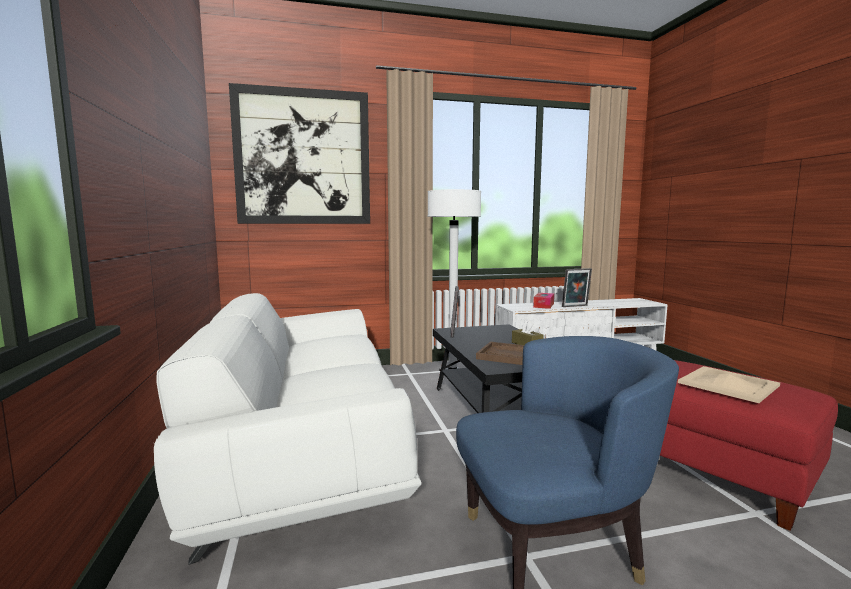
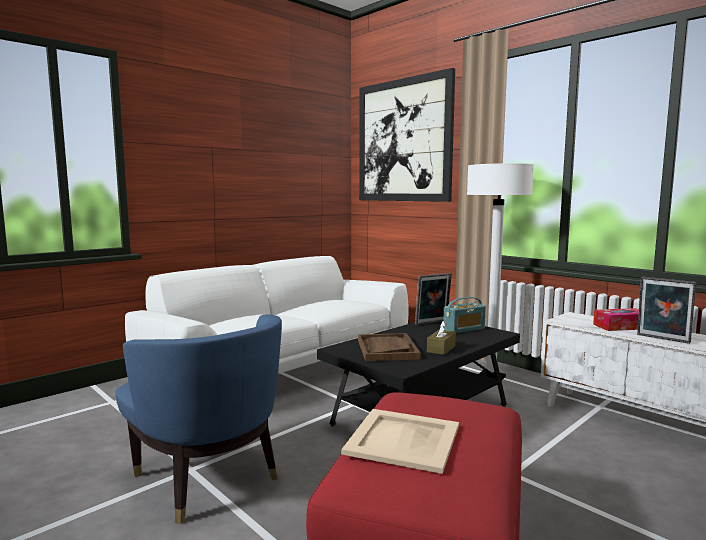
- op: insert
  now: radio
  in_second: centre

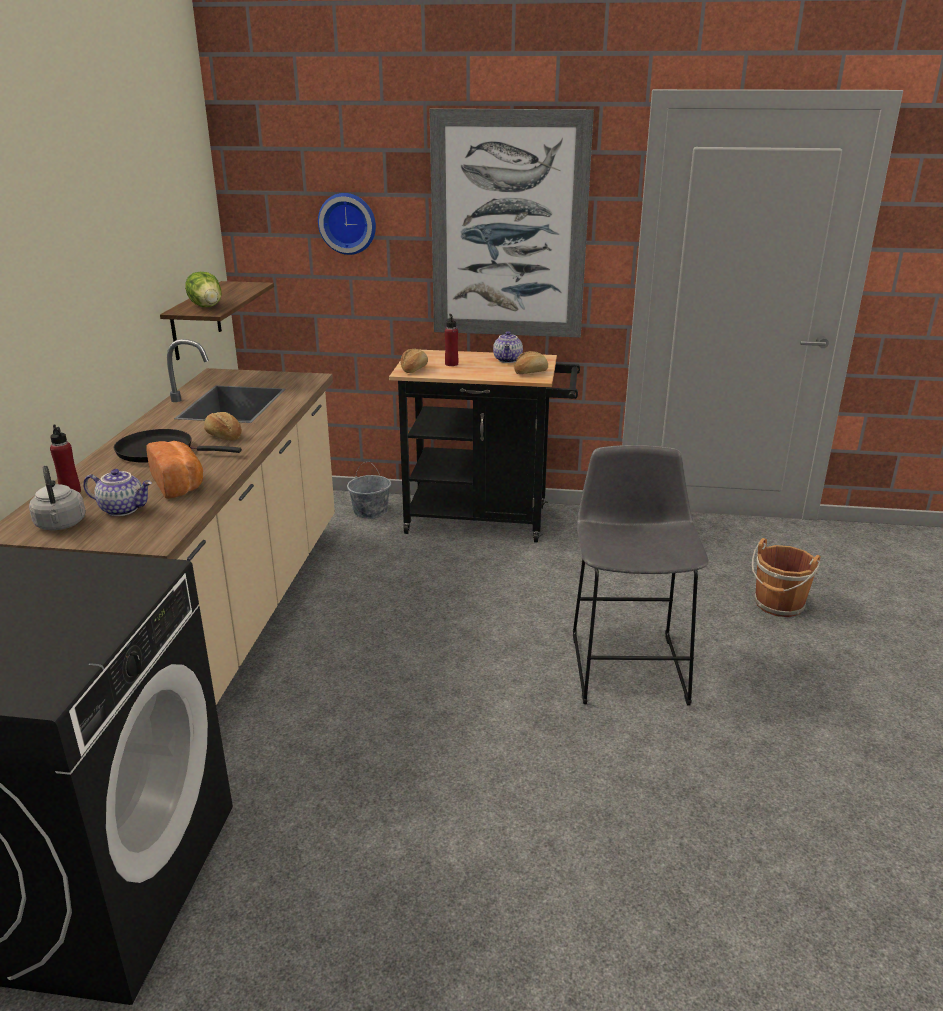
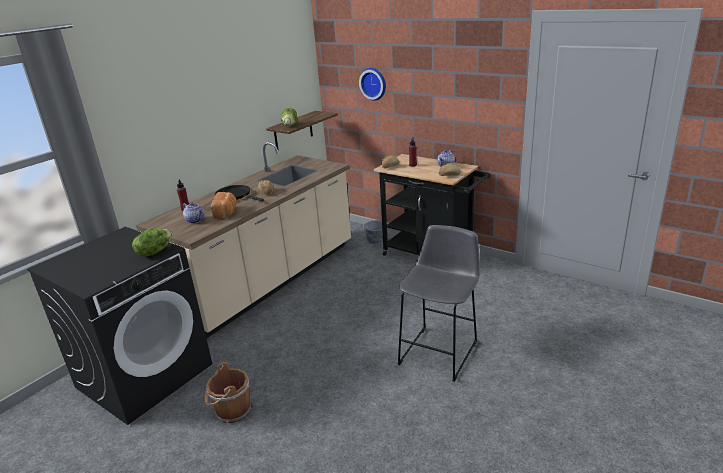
- op: insert
  now: sałata (1st from left)
  in_second: middle left
- op: move
  was: wiadro [brązowy]
  in_first: middle right
  in_second: bottom left
- op: delete
  was: czajnik [szary]
  in_first: middle left
- op: delete
  was: obraz
  in_first: top centre

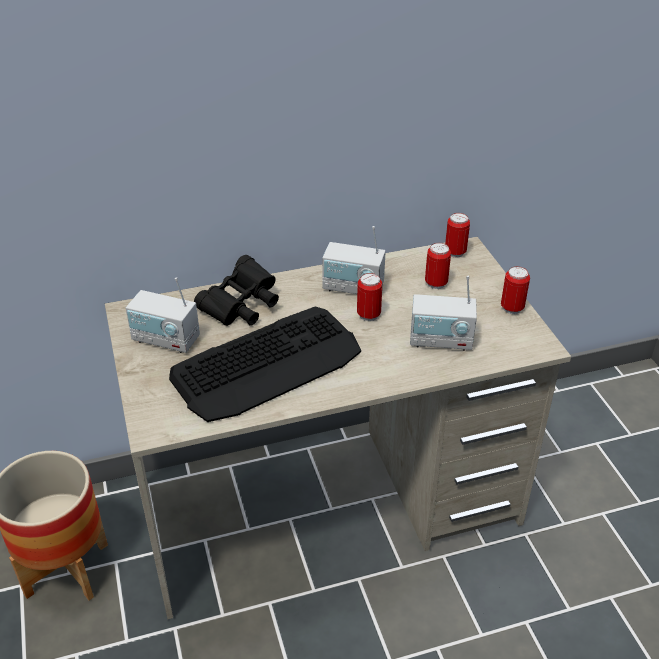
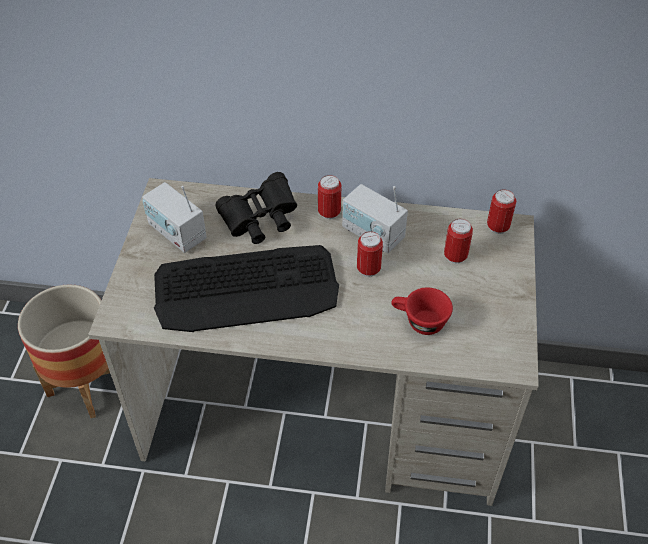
- op: move
  was: puszka (4th from left in the first image)
  now: puszka (1st from left)
  in_first: middle right
  in_second: centre
- op: replace
  was: radio (3rd from left)
  now: filiżanka [czerwony]
  in_first: middle right
  in_second: centre

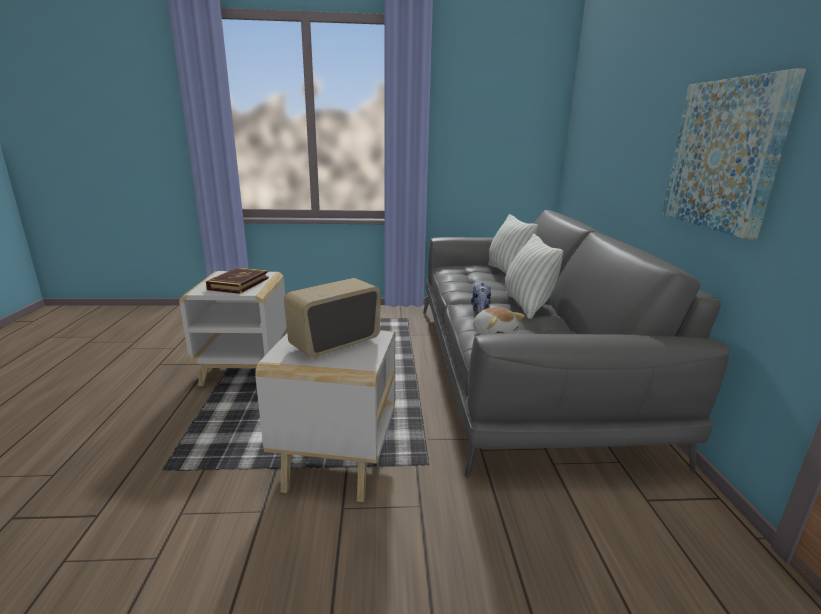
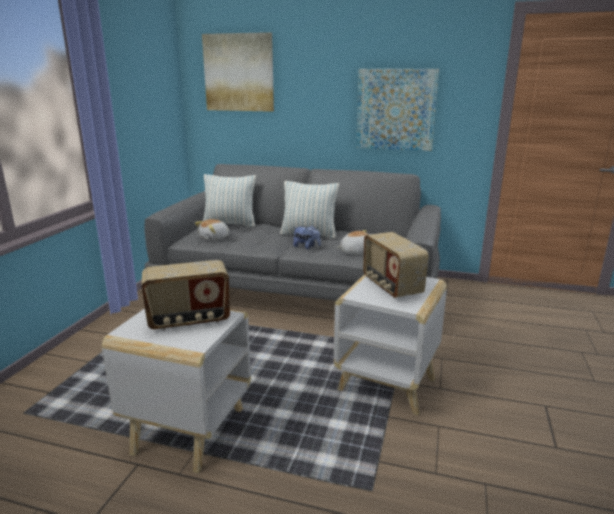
- op: replace
  was: książka
  now: radio (1st from left)
  in_first: middle left
  in_second: middle left
- op: insert
  now: pluszak (1st from left)
  in_second: centre
- op: insert
  now: obraz (1st from left)
  in_second: top centre

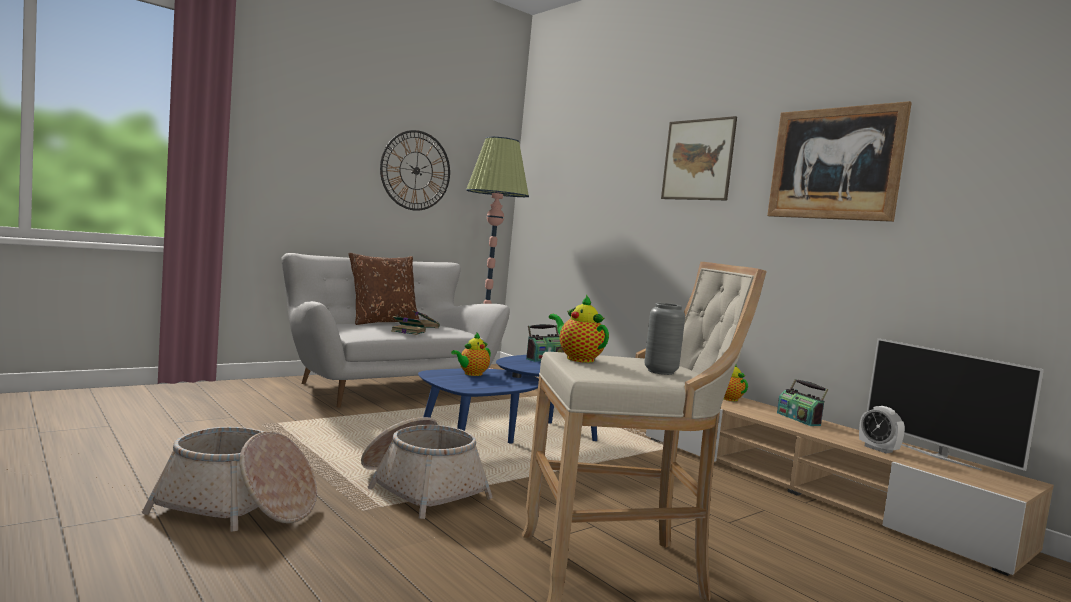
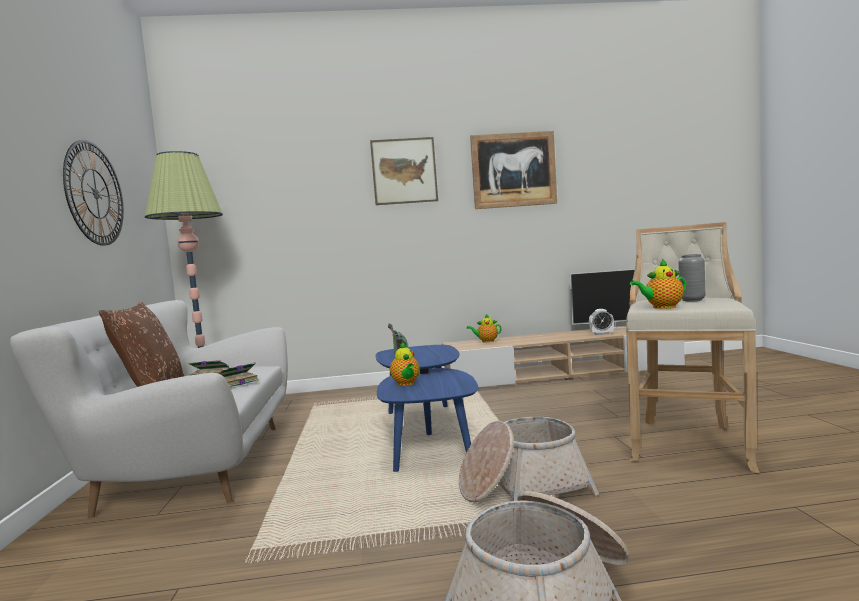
- op: delete
  was: radio (2nd from left)
  in_first: bottom right

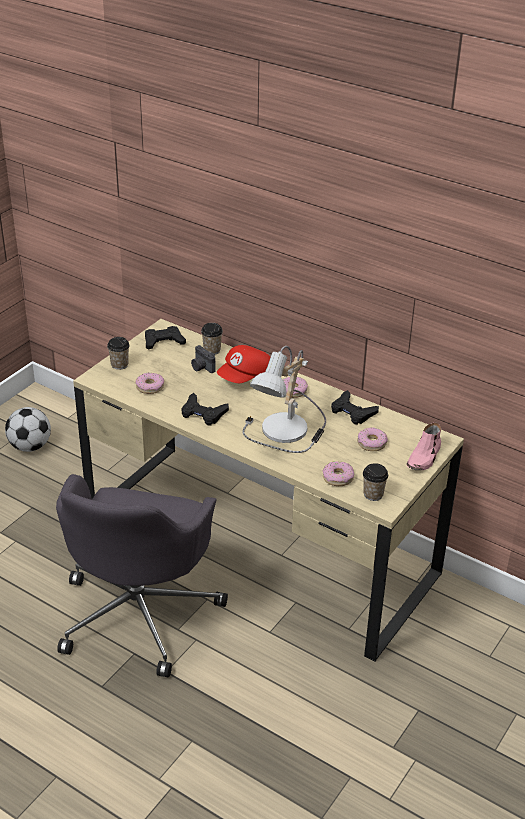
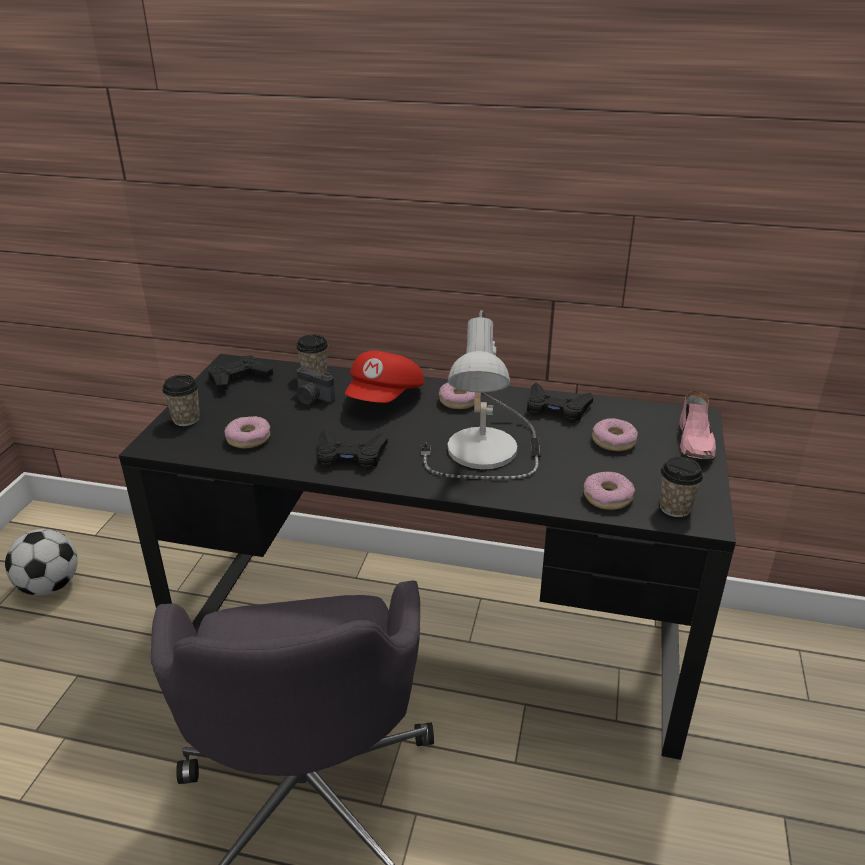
- op: recolor
  was: biurko [beżowy]
  now: biurko [czarny]
  in_first: centre
  in_second: centre

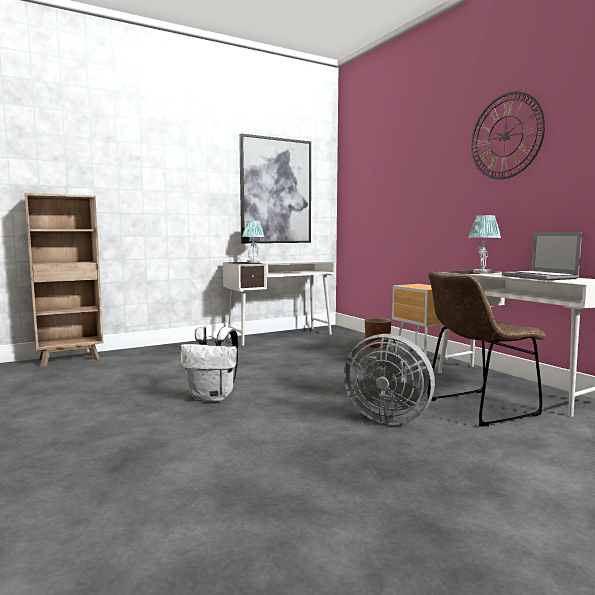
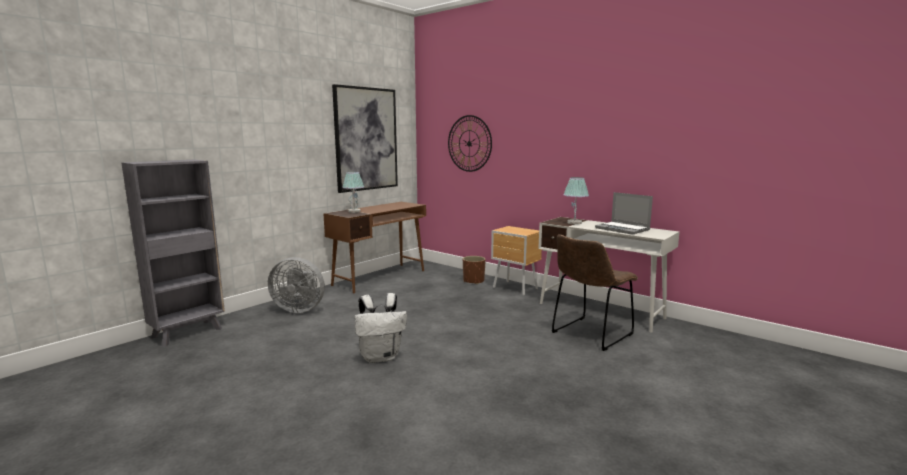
- op: recolor
  was: regał [brązowy]
  now: regał [szary]
  in_first: middle left
  in_second: middle left
- op: move
  was: wentylator [szary]
  in_first: centre
  in_second: middle left
- op: recolor
  was: biurko [biały] (1st from left)
  now: biurko [brązowy]
  in_first: centre
  in_second: centre
- op: move
  was: zegar ścienny
  in_first: top right
  in_second: top centre

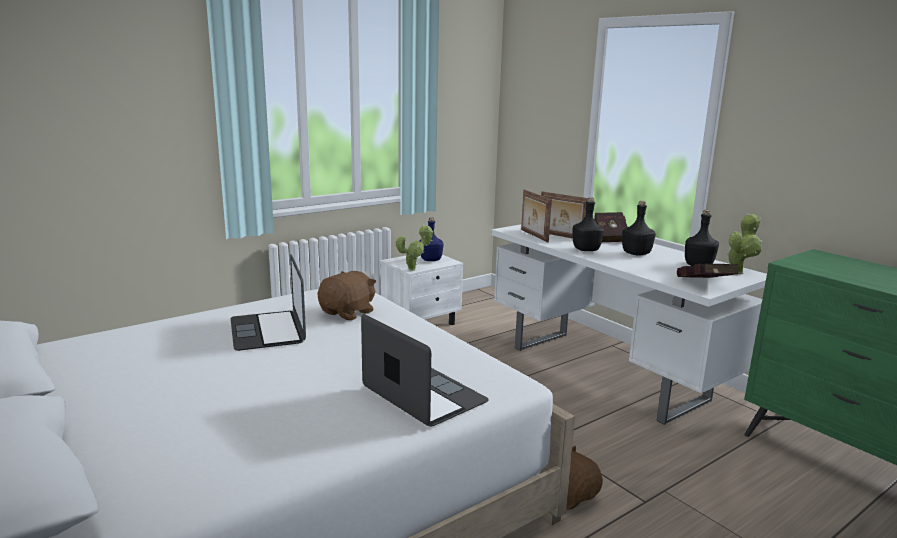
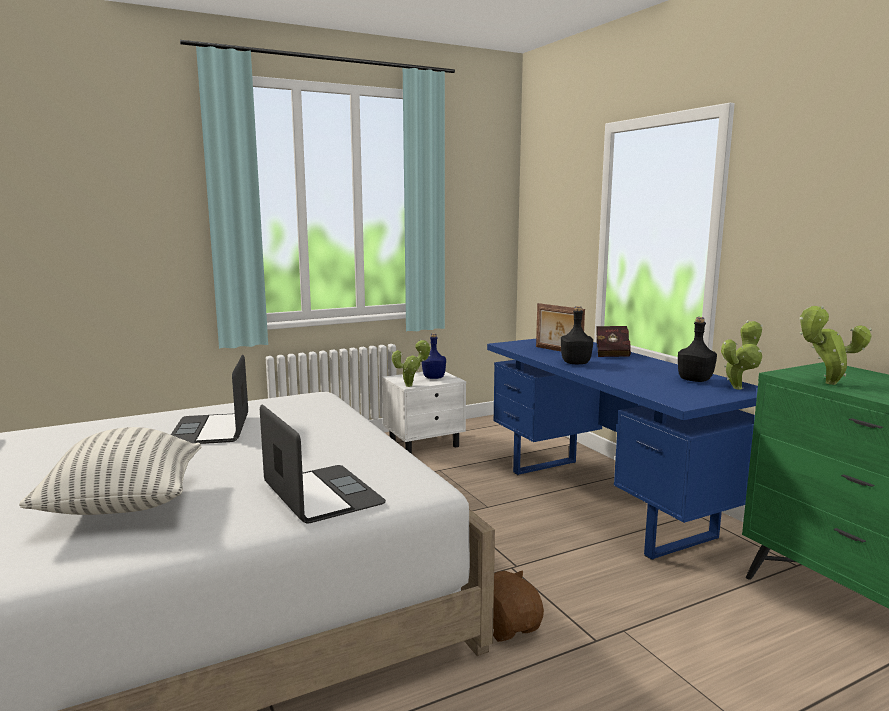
- op: insert
  now: poduszka
  in_second: middle left
- op: recolor
  was: biurko [biały]
  now: biurko [niebieski]
  in_first: middle right
  in_second: middle right
- op: insert
  now: roślina doniczkowa (3rd from left)
  in_second: middle right
- op: delete
  was: pluszak [brązowy] (1st from left)
  in_first: centre
- op: delete
  was: ramka na zdjęcie (1st from left)
  in_first: centre
- op: delete
  was: butelka [czarny] (2nd from left)
  in_first: middle right
- op: delete
  was: książka [czerwony] (2nd from left)
  in_first: middle right

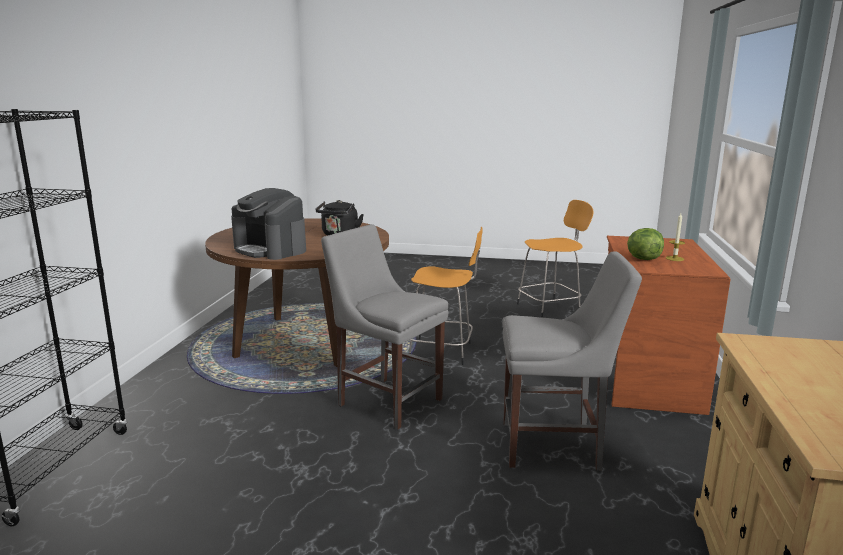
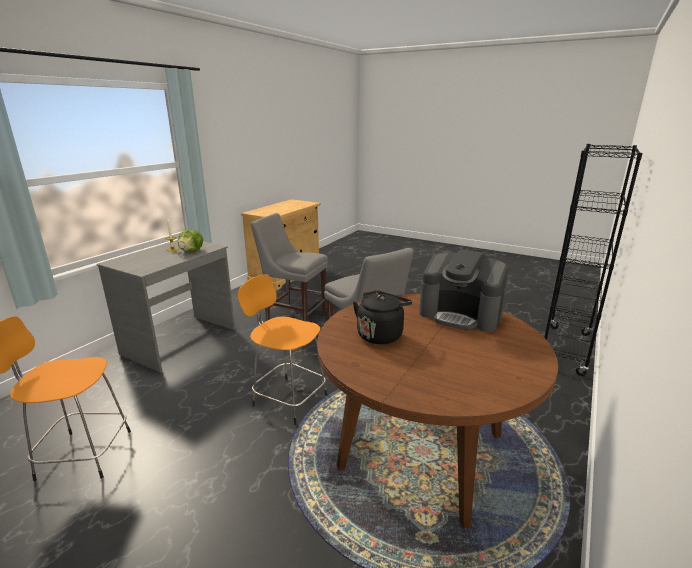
- op: recolor
  was: biurko [brązowy]
  now: biurko [szary]
  in_first: middle right
  in_second: middle left
- op: rotate
  was: ekspres do kawy
  in_first: middle left
  in_second: middle right
  clockwise: 150

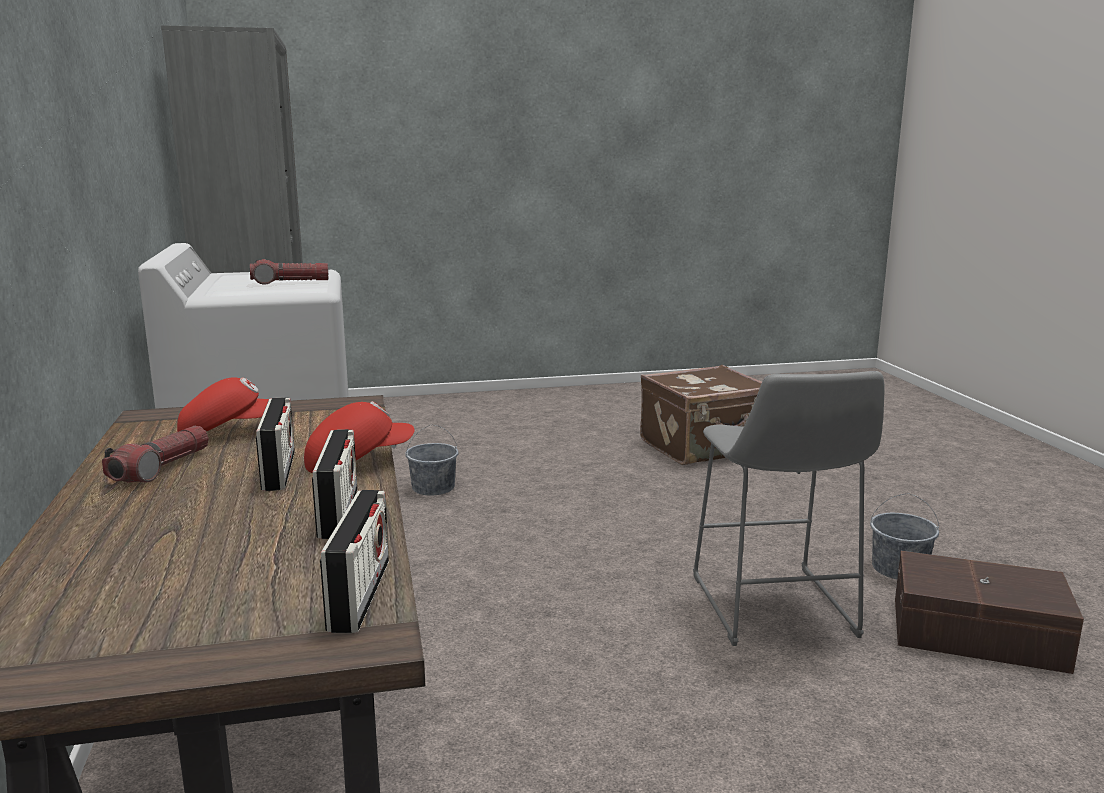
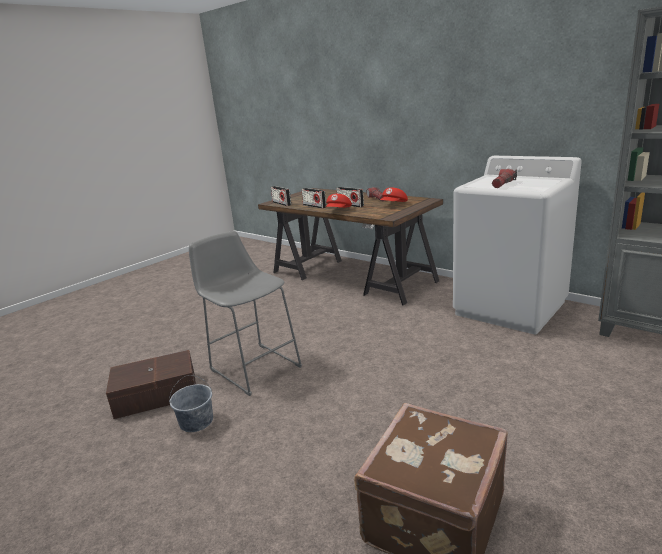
- op: delete
  was: wiadro [szary] (1st from left)
  in_first: centre

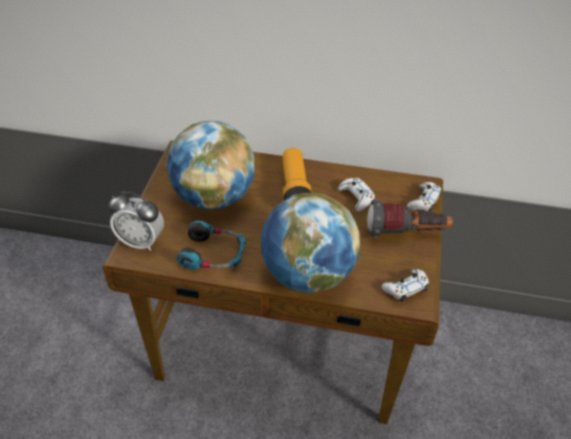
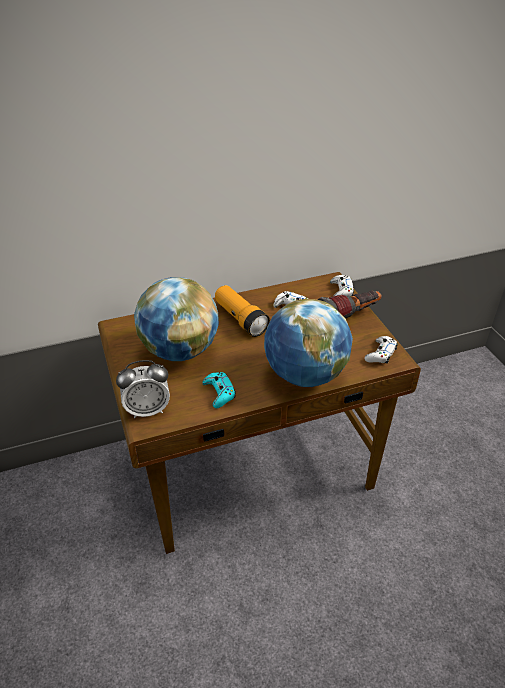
- op: replace
  was: słuchawki
  now: pad do gier [turkusowy]
  in_first: centre
  in_second: centre

